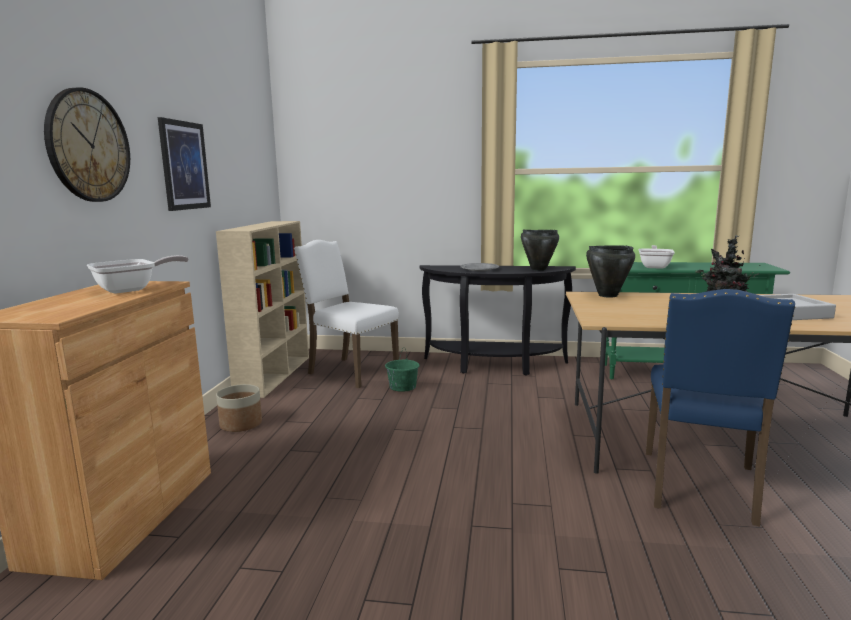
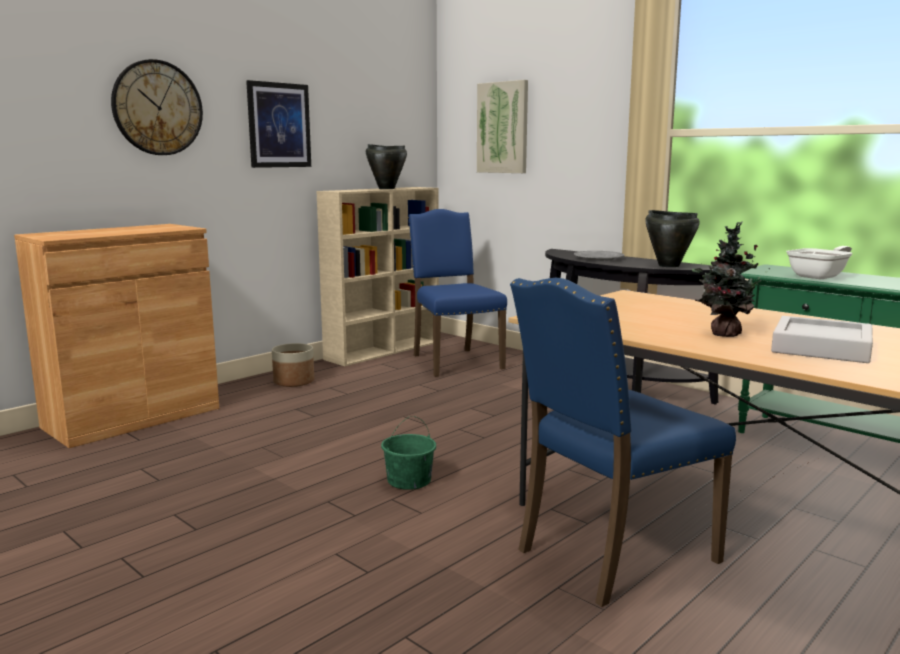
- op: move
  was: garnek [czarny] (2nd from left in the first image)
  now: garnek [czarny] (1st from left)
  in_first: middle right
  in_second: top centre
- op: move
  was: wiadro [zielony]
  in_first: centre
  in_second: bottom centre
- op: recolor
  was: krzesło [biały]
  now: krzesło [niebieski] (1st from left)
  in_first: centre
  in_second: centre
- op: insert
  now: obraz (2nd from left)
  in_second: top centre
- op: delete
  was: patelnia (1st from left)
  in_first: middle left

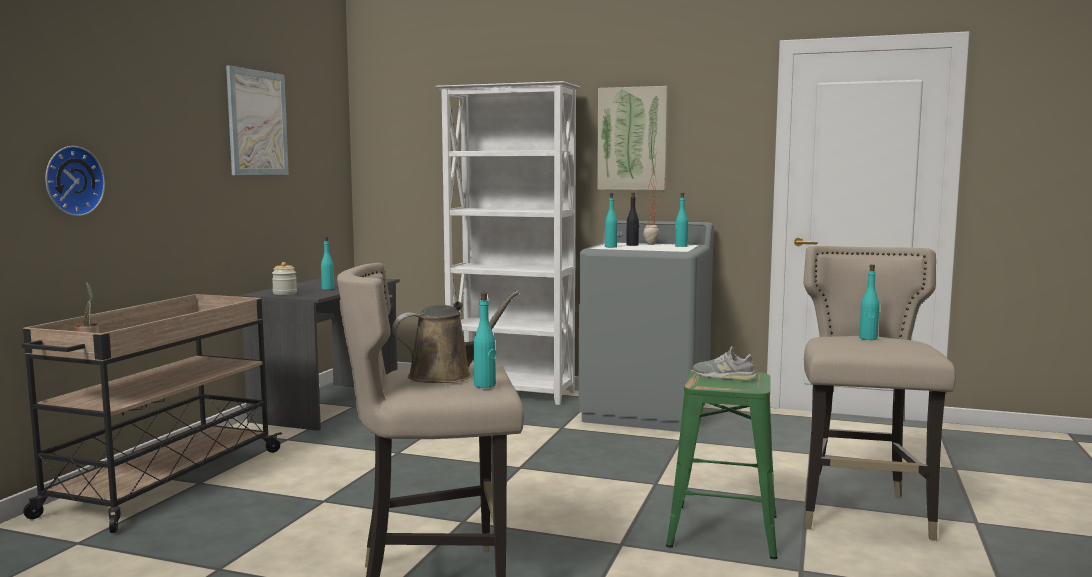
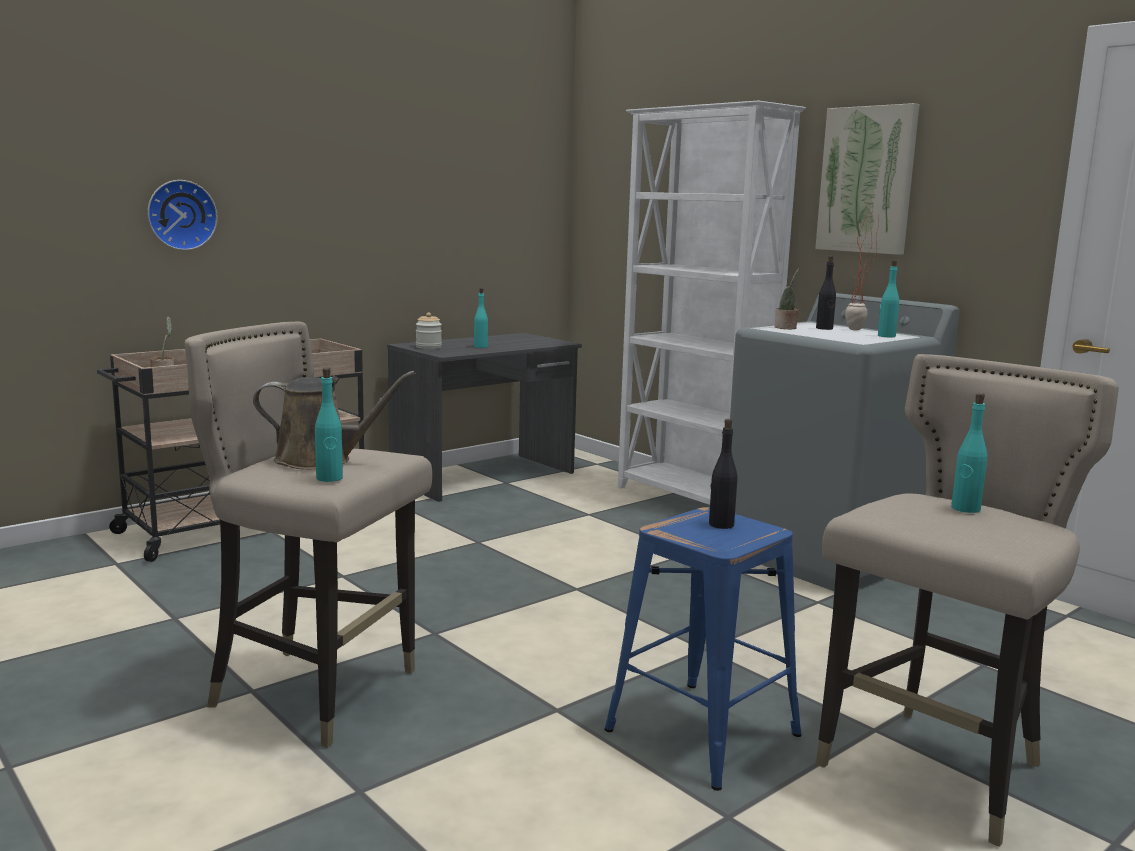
- op: recolor
  was: stołek [zielony]
  now: stołek [niebieski]
  in_first: bottom centre
  in_second: bottom centre
- op: replace
  was: but [szary]
  now: butelka [czarny] (1st from left)
  in_first: centre
  in_second: centre
- op: replace
  was: butelka [turkusowy] (3rd from left)
  now: roślina doniczkowa (2nd from left)
  in_first: centre
  in_second: middle right
- op: delete
  was: obraz (1st from left)
  in_first: top left

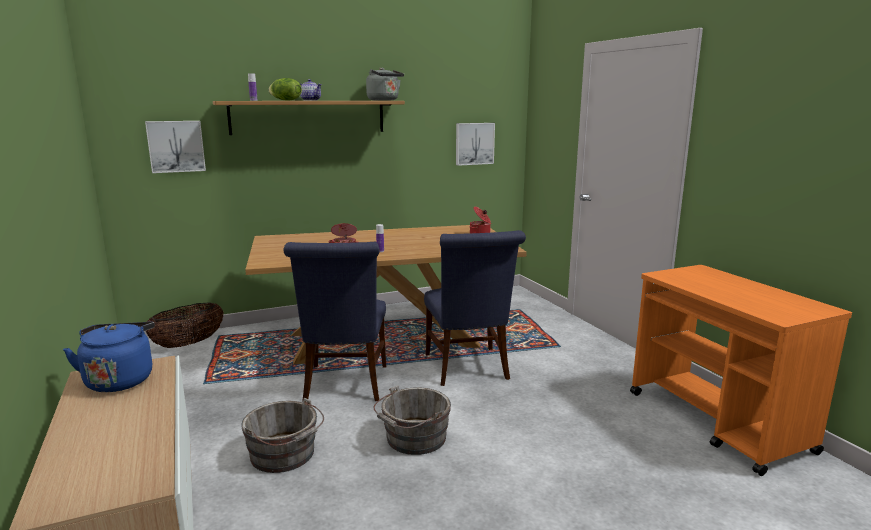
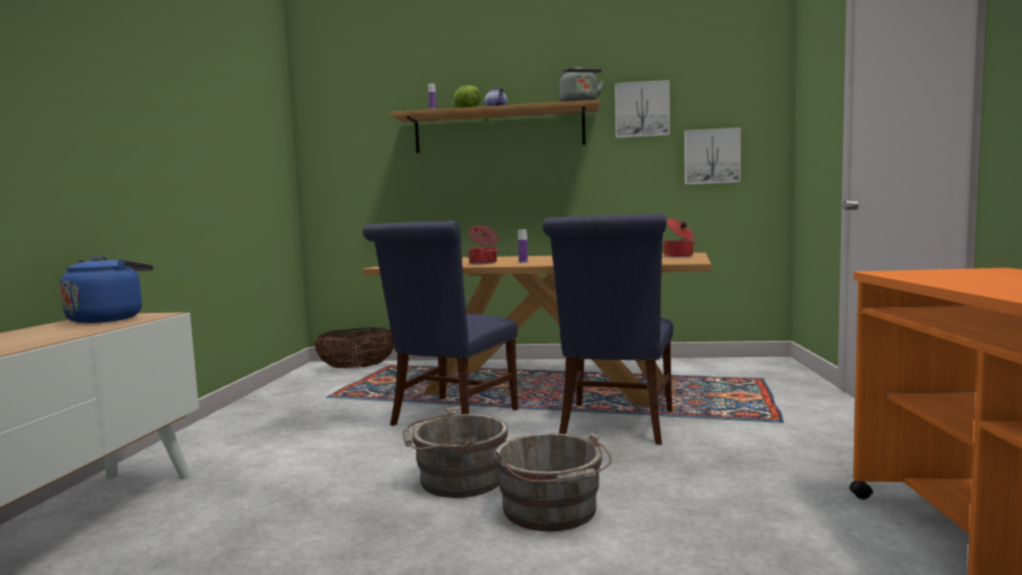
- op: move
  was: wiadro [szary] (1st from left in the first image)
  now: wiadro [szary] (2nd from left)
  in_first: bottom left
  in_second: bottom centre
- op: move
  was: obraz (1st from left)
  in_first: top left
  in_second: top centre

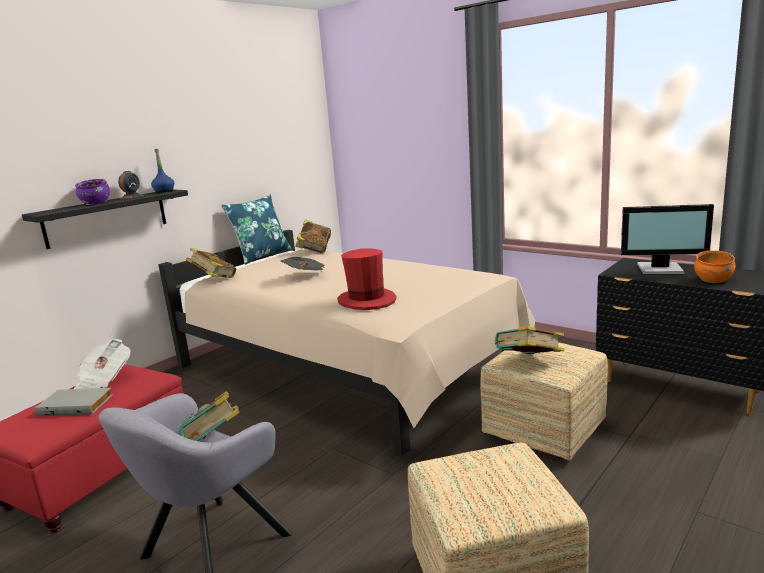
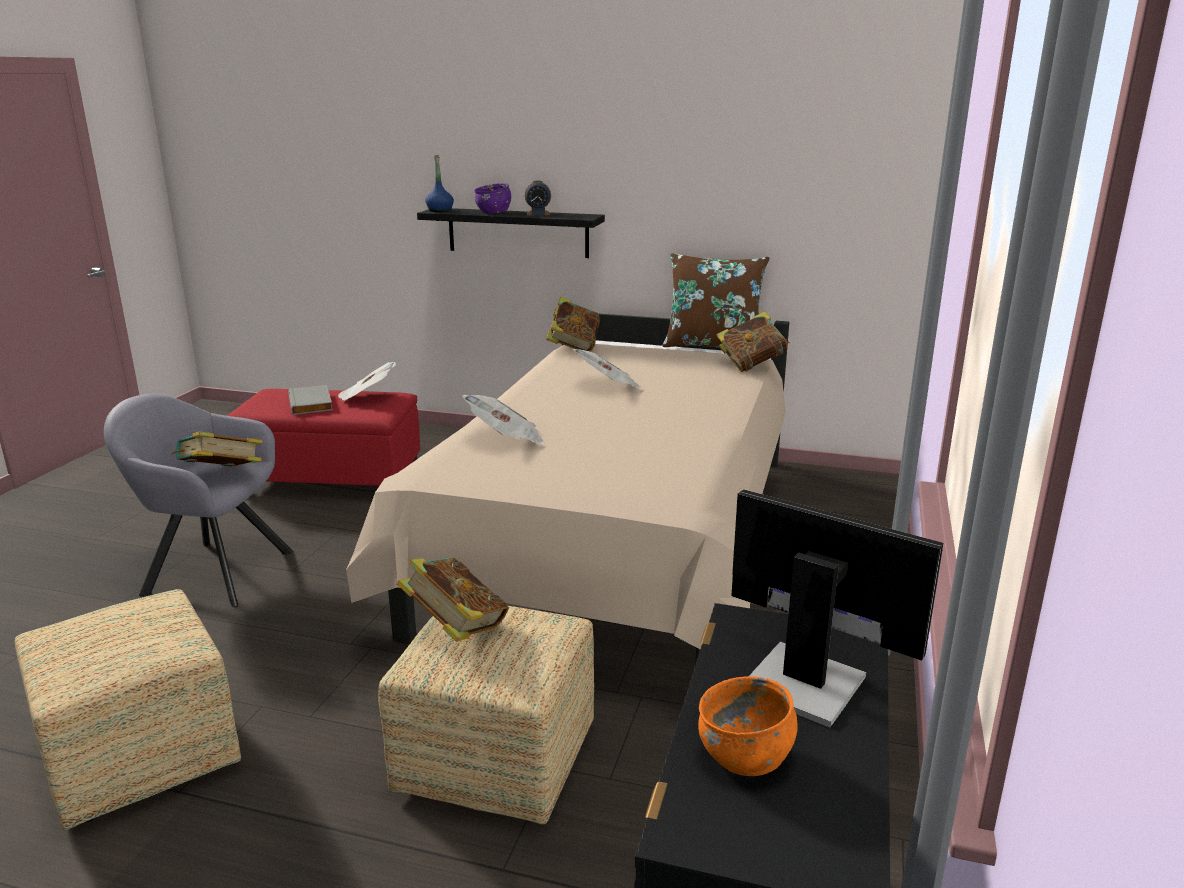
- op: move
  was: butelka [niebieski]
  in_first: top left
  in_second: top centre
- op: replace
  was: kapelusz [czerwony]
  now: gazeta (2nd from left)
  in_first: centre
  in_second: centre
- op: recolor
  was: poduszka [niebieski]
  now: poduszka [brązowy]
  in_first: centre
  in_second: centre
- op: rotate
  was: monitor
  in_first: middle right
  in_second: bottom right
  clockwise: 135

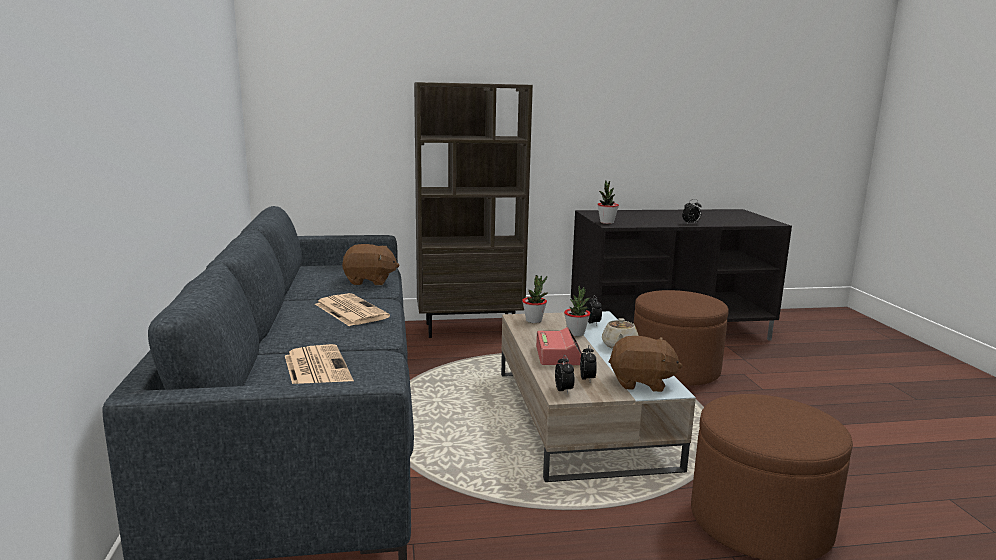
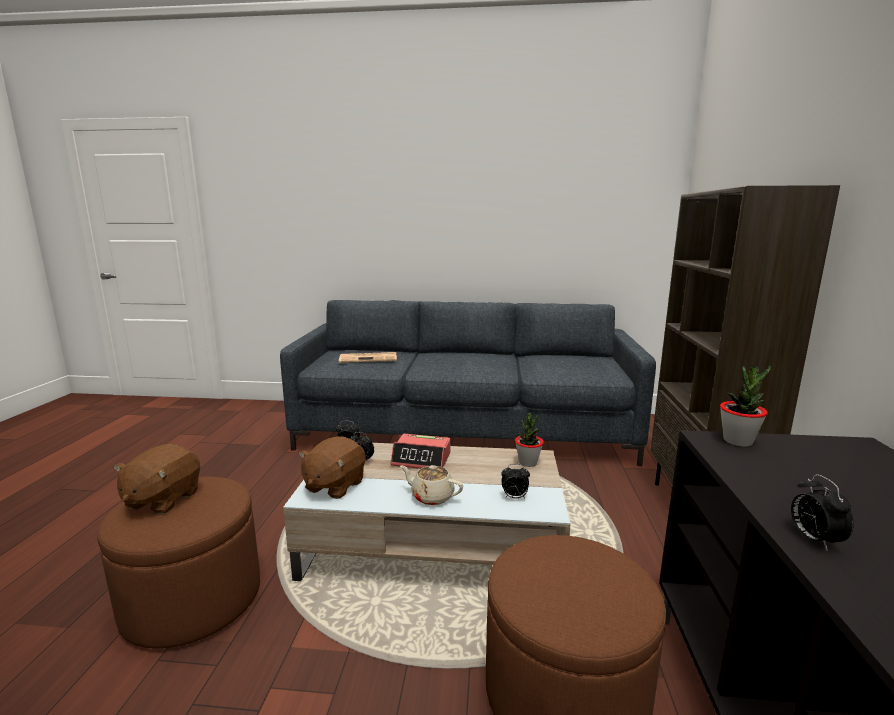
- op: move
  was: pluszak [brązowy] (1st from left)
  in_first: centre
  in_second: bottom left
- op: delete
  was: gazeta (2nd from left)
  in_first: centre
- op: delete
  was: roślina doniczkowa (2nd from left)
  in_first: centre

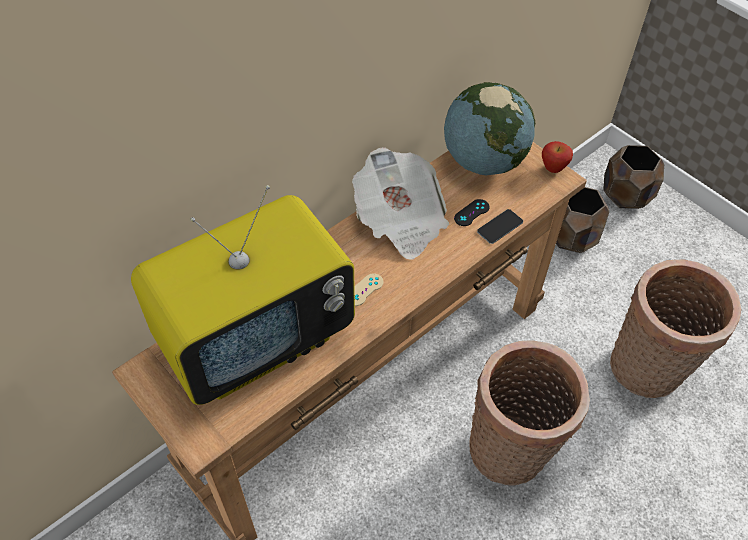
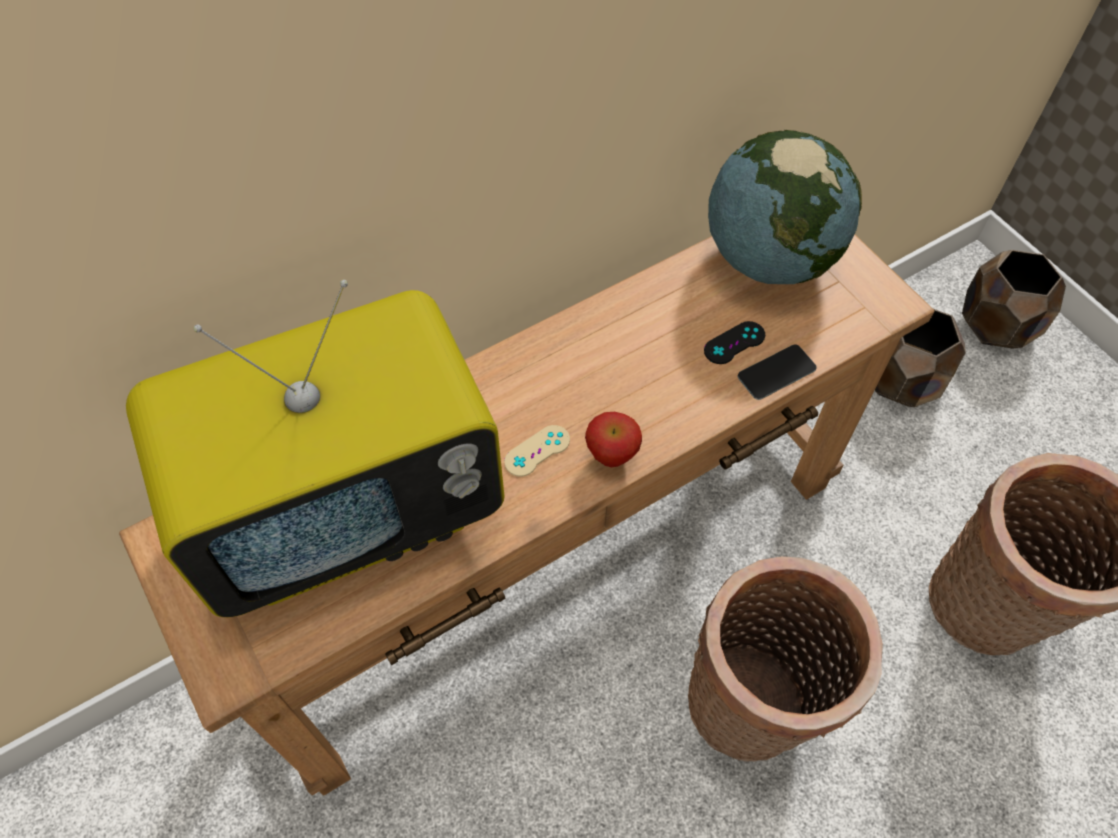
- op: move
  was: jabłko
  in_first: top right
  in_second: centre
- op: delete
  was: gazeta
  in_first: centre

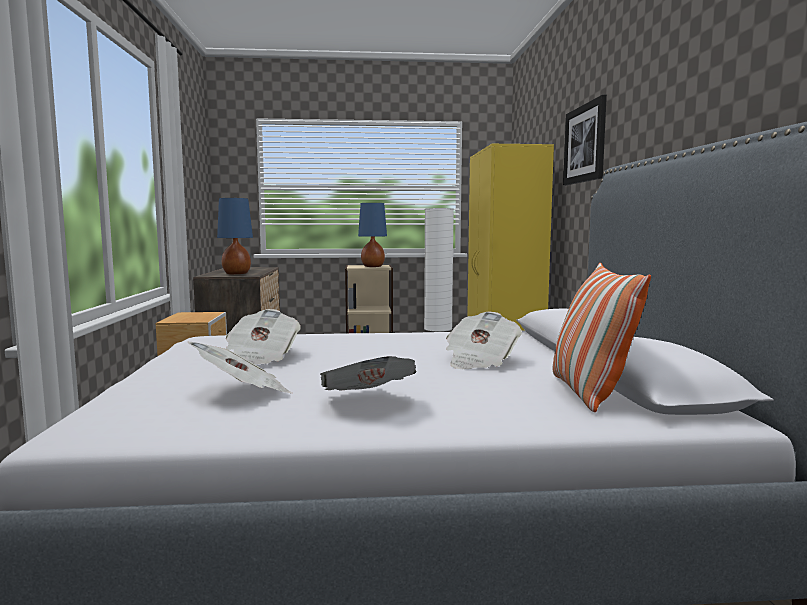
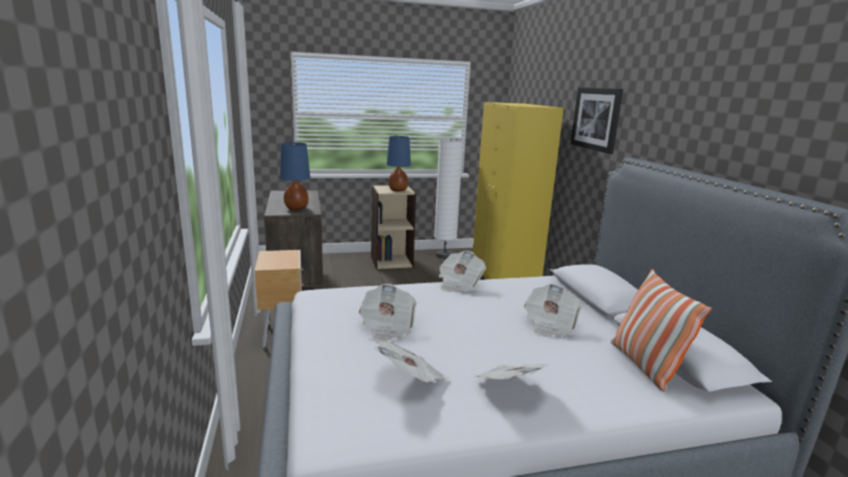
- op: insert
  now: gazeta (3rd from left)
  in_second: centre

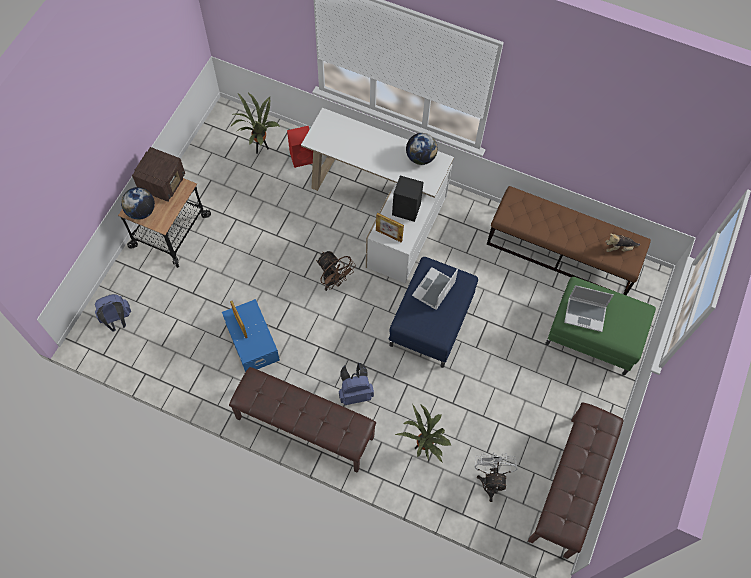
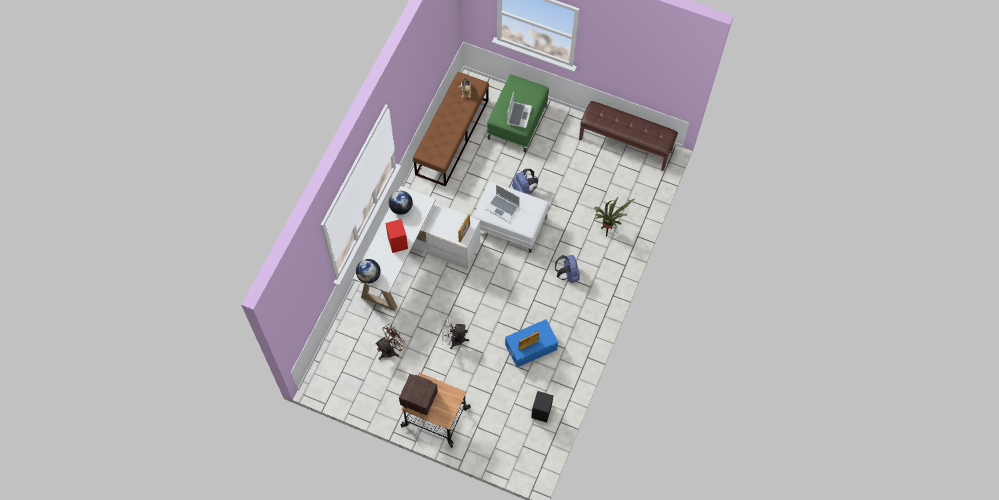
- op: move
  was: globus (1st from left)
  in_first: middle left
  in_second: centre
- op: move
  was: wentylator [brązowy]
  in_first: centre
  in_second: bottom centre
- op: move
  was: głośnik [czerwony]
  in_first: top centre
  in_second: centre
- op: move
  was: wentylator [biały]
  in_first: bottom centre
  in_second: centre
- op: recolor
  was: pufa [niebieski]
  now: pufa [biały]
  in_first: centre
  in_second: centre
- op: move
  was: plecak [niebieski] (1st from left)
  in_first: middle left
  in_second: centre
- op: move
  was: głośnik [czarny]
  in_first: centre
  in_second: bottom centre
- op: delete
  was: ławka [brązowy] (1st from left)
  in_first: bottom centre
- op: delete
  was: roślina doniczkowa (1st from left)
  in_first: top centre

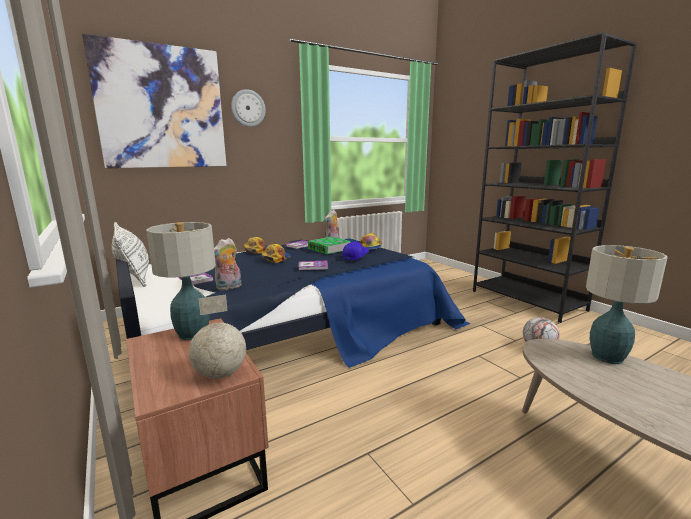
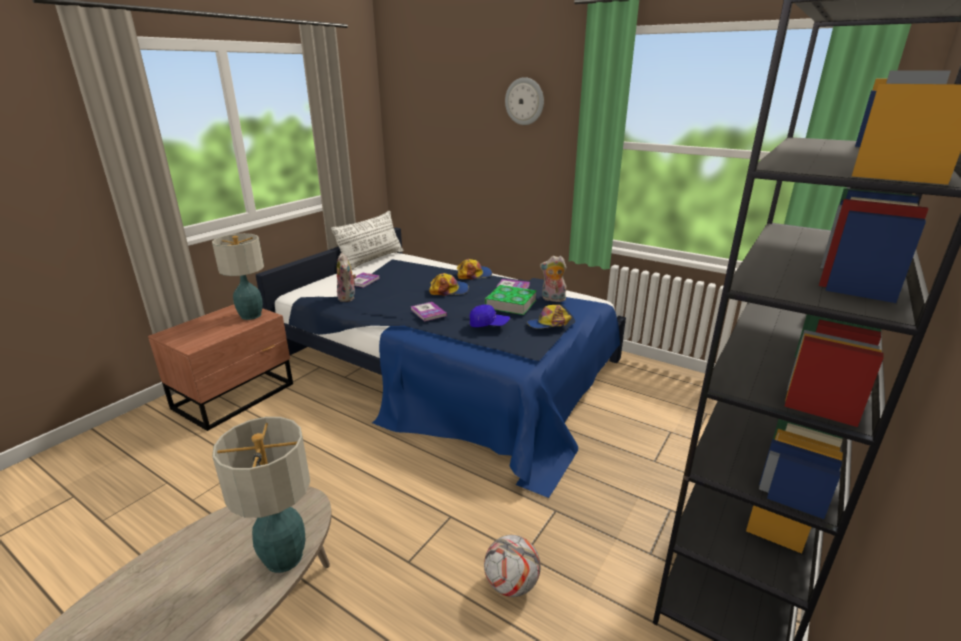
- op: rotate
  was: pluszak (1st from left)
  in_first: middle left
  in_second: centre
  clockwise: -135
- op: delete
  was: obraz
  in_first: top left
- op: delete
  was: globus
  in_first: middle left

